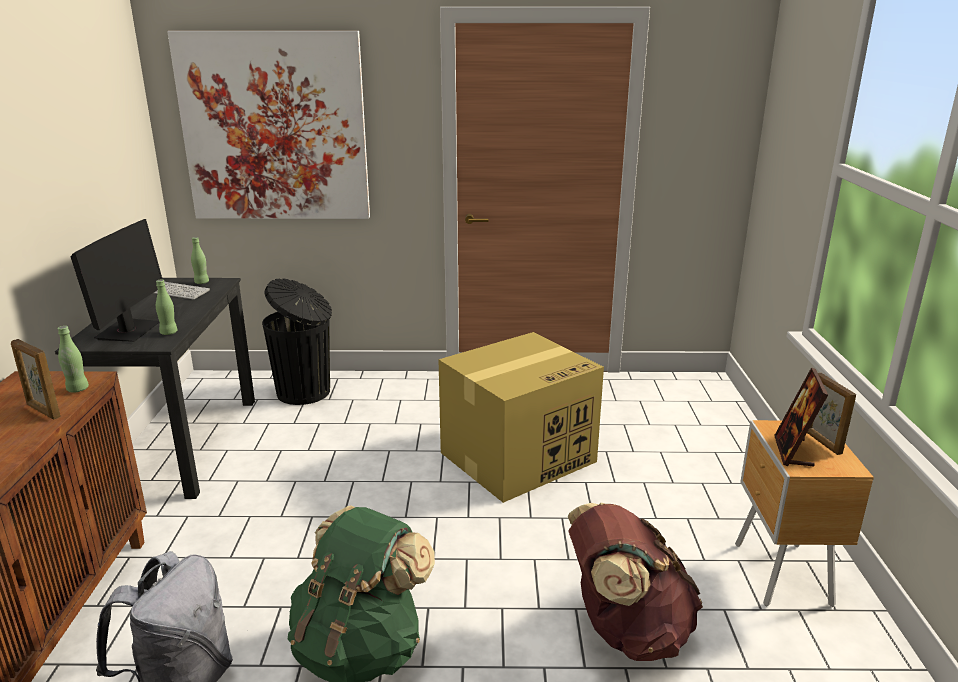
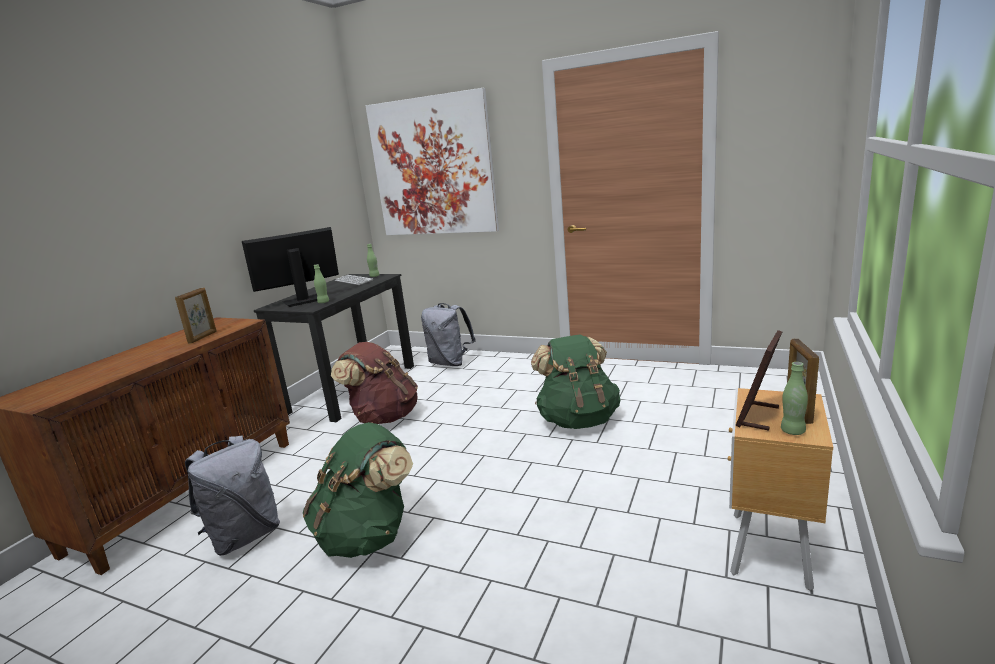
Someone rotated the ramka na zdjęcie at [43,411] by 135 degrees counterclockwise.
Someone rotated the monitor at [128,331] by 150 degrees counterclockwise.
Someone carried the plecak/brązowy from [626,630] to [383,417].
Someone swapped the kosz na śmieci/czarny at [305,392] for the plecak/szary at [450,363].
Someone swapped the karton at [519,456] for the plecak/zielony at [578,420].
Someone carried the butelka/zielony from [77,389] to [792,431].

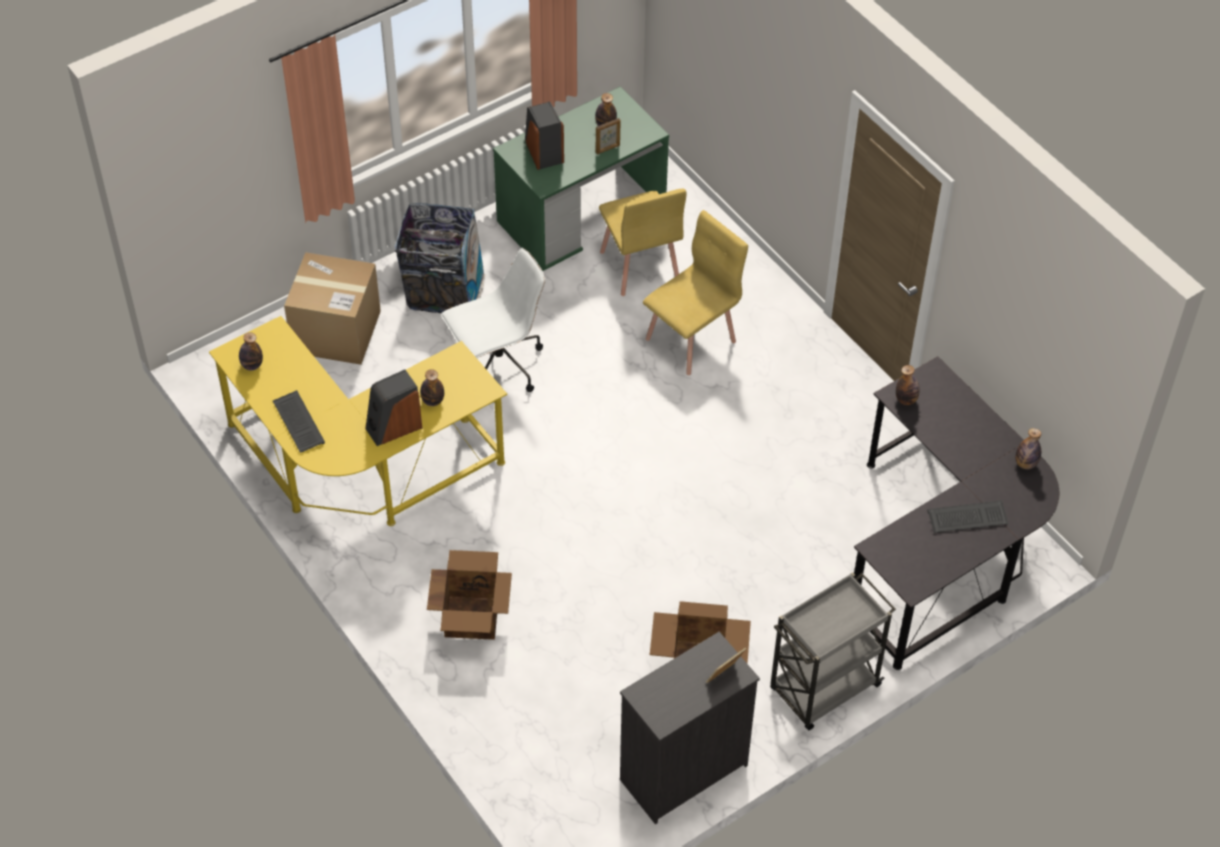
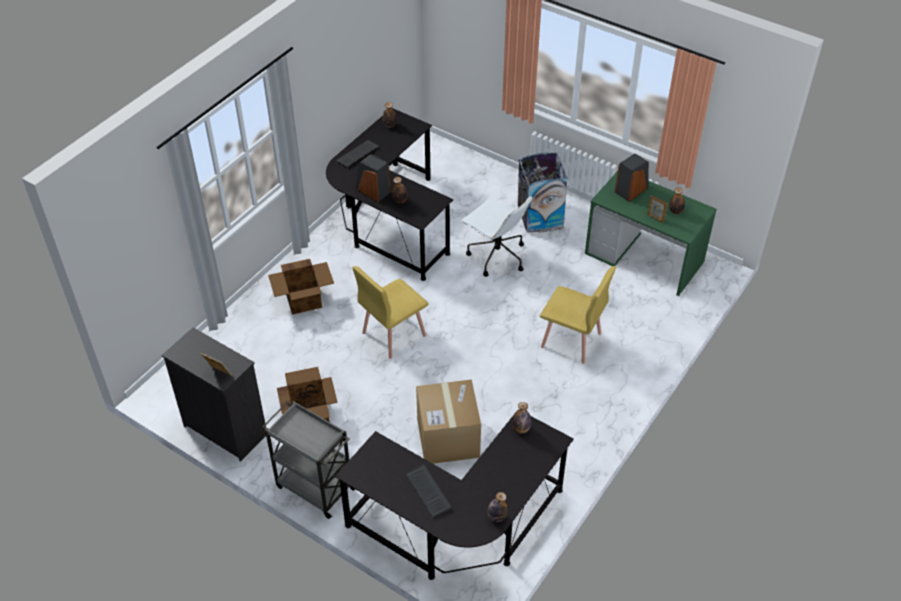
Someone repainted the biurko/żółty at [358,468], which became the biurko/czarny at [389,221].
Someone carried the krzesło/żółty from [639,266] to [393,334].
Someone carried the karton from [336,332] to [448,438].

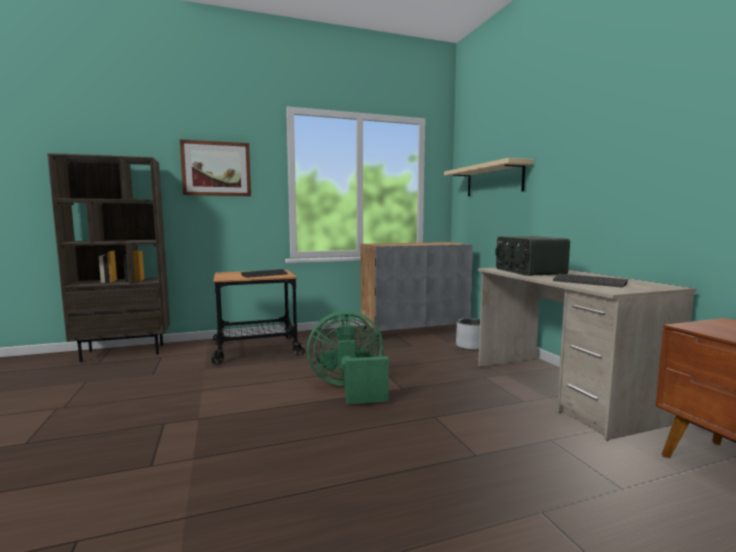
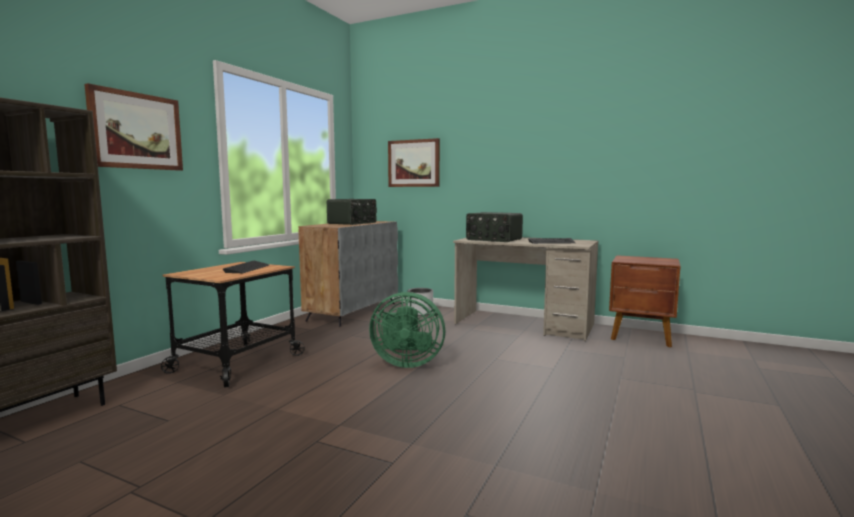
Someone put down the radio at [353,223].
Someone rotated the wentylator/zielony at [349,388] by 120 degrees counterclockwise.
Someone swapped the półka/beżowy at [494,180] for the obraz at [414,163].

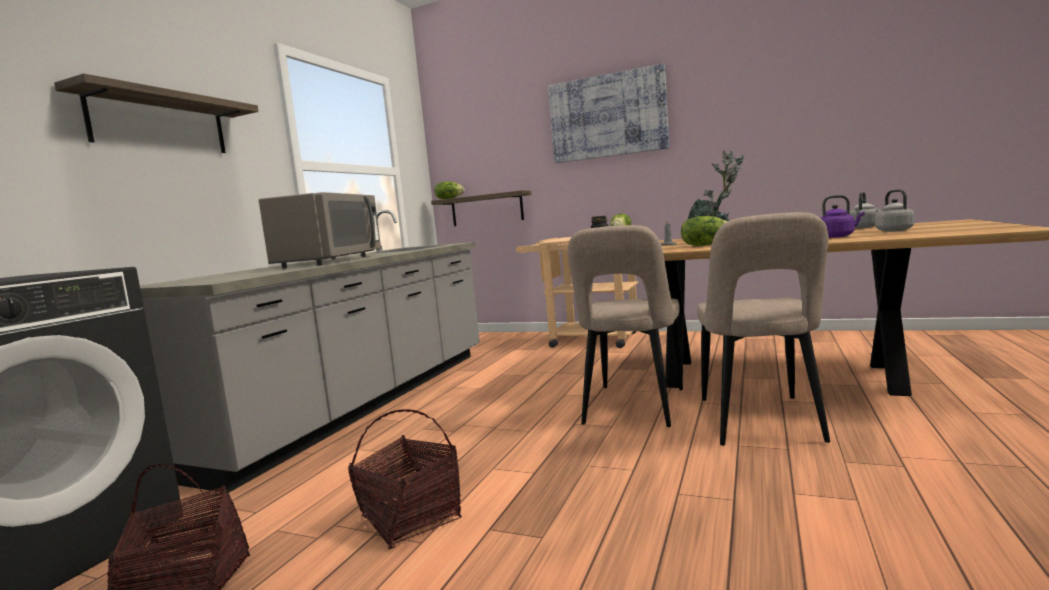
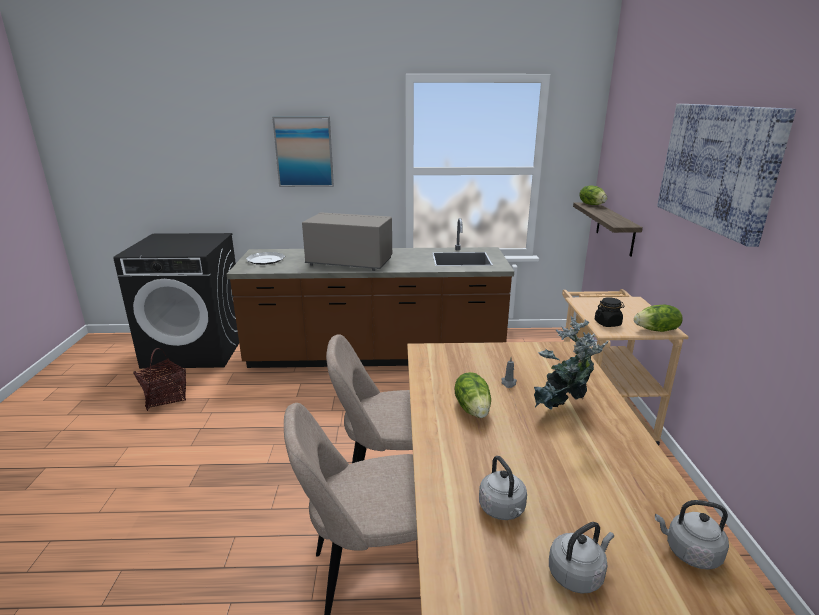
Someone repainted the zabudowa kuchenna/szary at [359,403], which became the zabudowa kuchenna/brązowy at [375,355].
Someone put down the talerz at [266,260].
Someone swapped the półka at [159,123] for the obraz at [304,152].
Someone rotated the mikrofalówka/szary at [330,261] by 150 degrees counterclockwise.
Someone repainted the czajnik/fioletowy at [837,236], which became the czajnik/szary at [503,510].
Someone took away the koszyk at [410,519].

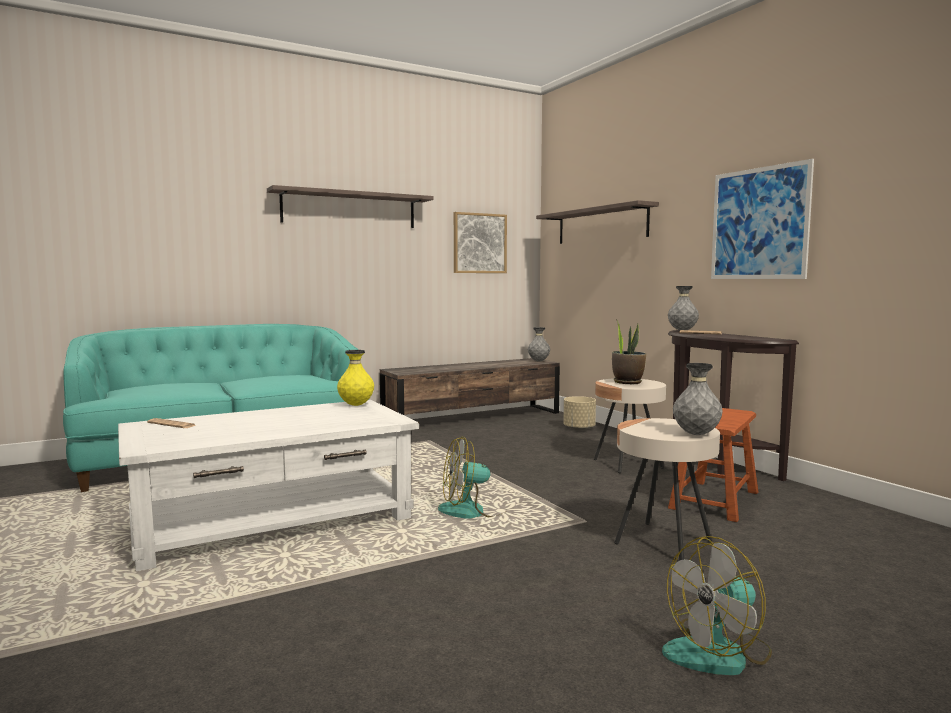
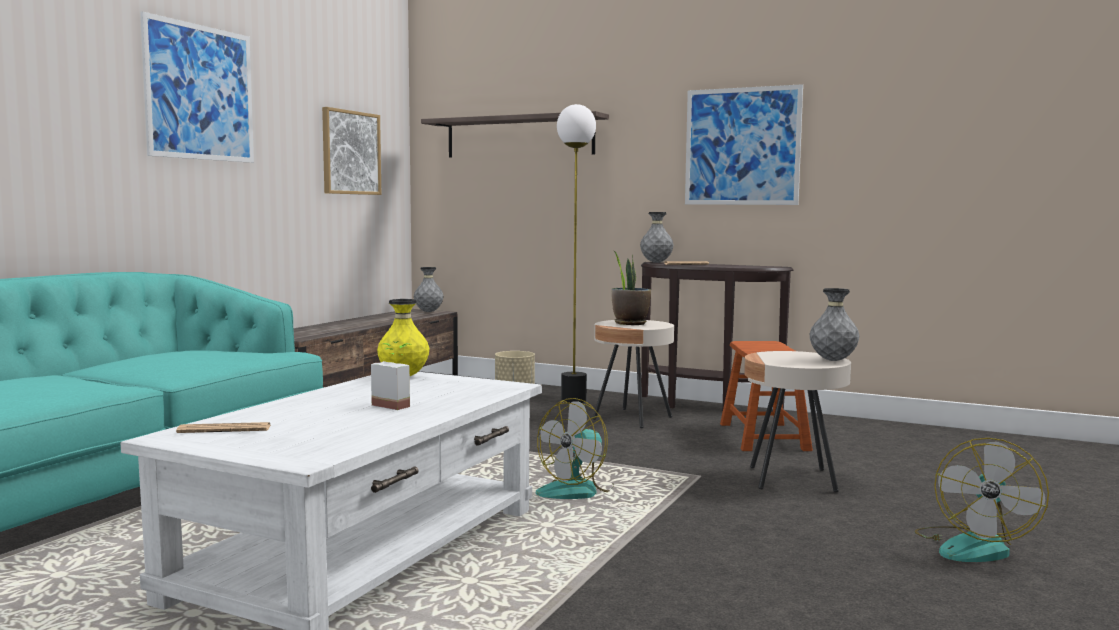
Someone swapped the półka at [349,209] for the obraz at [200,92].
Someone put down the roślina doniczkowa at [396,404].
Someone put down the lampa stojąca at [574,400].

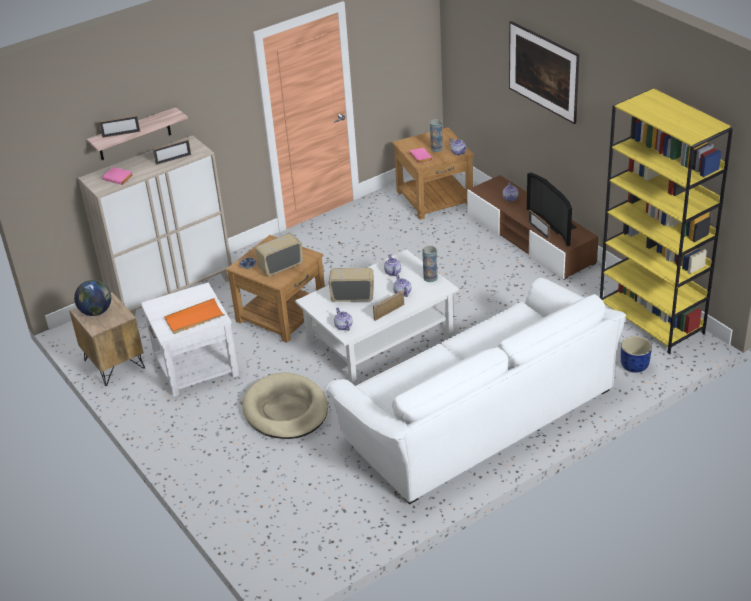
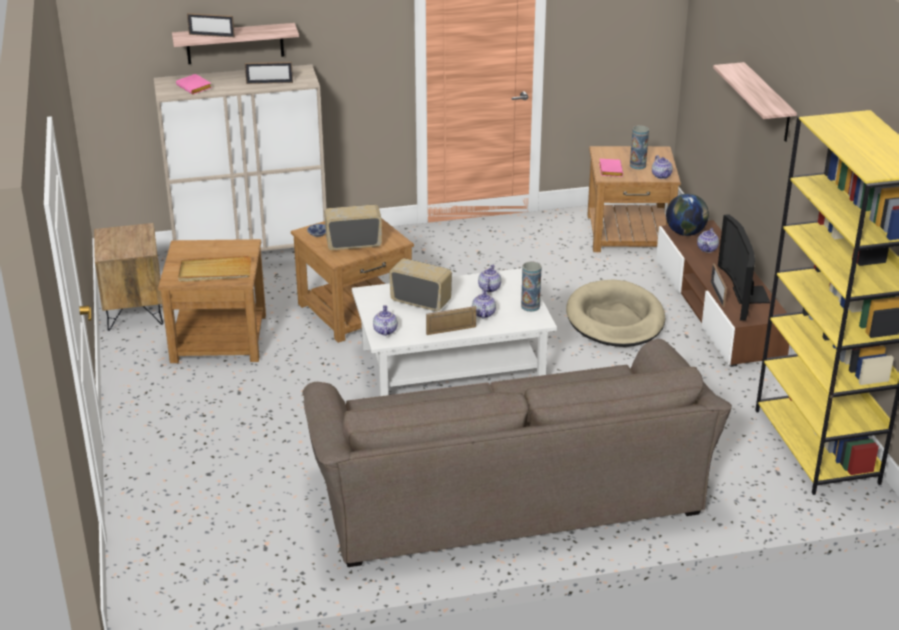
Someone repainted the stolik/biały at [195,366], which became the stolik/brązowy at [218,338].
Someone repainted the taca/pomarańczowy at [194,318], which became the taca/beżowy at [215,272].
Someone repainted the kanapa/biały at [477,414], which became the kanapa/brązowy at [507,489].
Someone carried the legowisko/beżowy from [286,410] to [615,319].
Someone carried the globus from [96,312] to [685,233].
Someone swapped the obraz at [543,88] for the półka at [767,103].
Someone took away the donica/niebieski at [634,366].

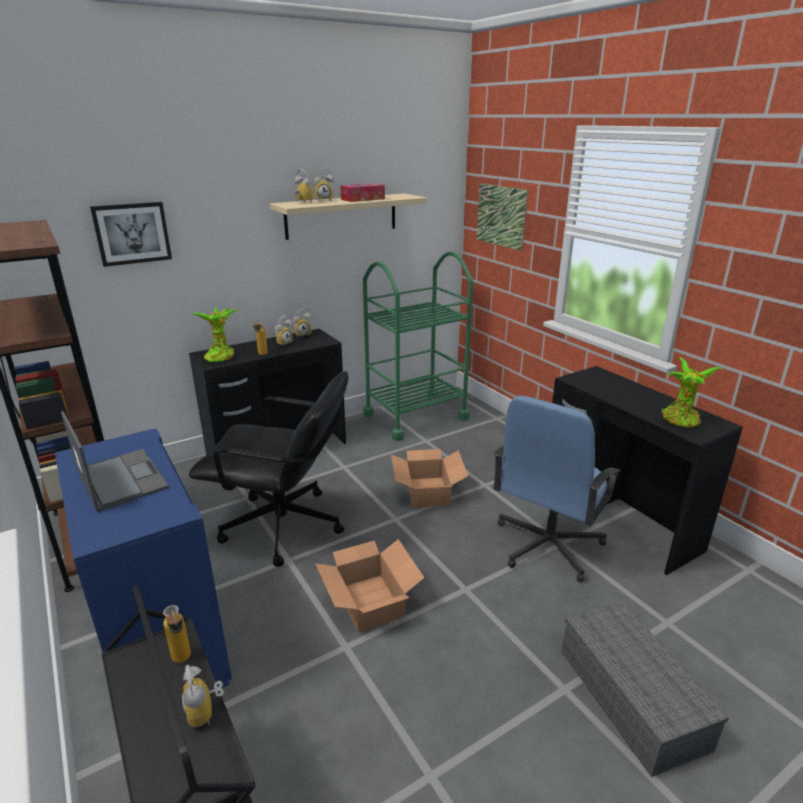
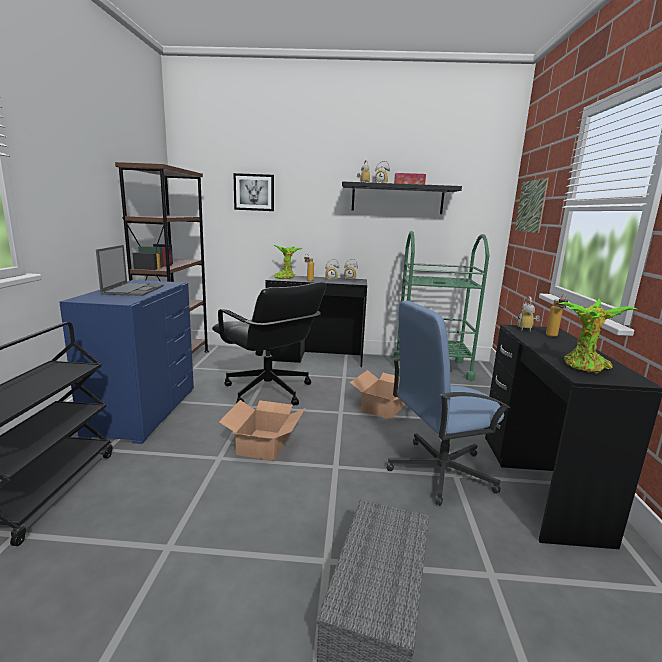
Someone repainted the półka/beżowy at [341,216], which became the półka/czarny at [397,199].
Someone carried the budzik from [206,713] to [527,329].
Someone carried the butelka from [183,662] to [553,336].

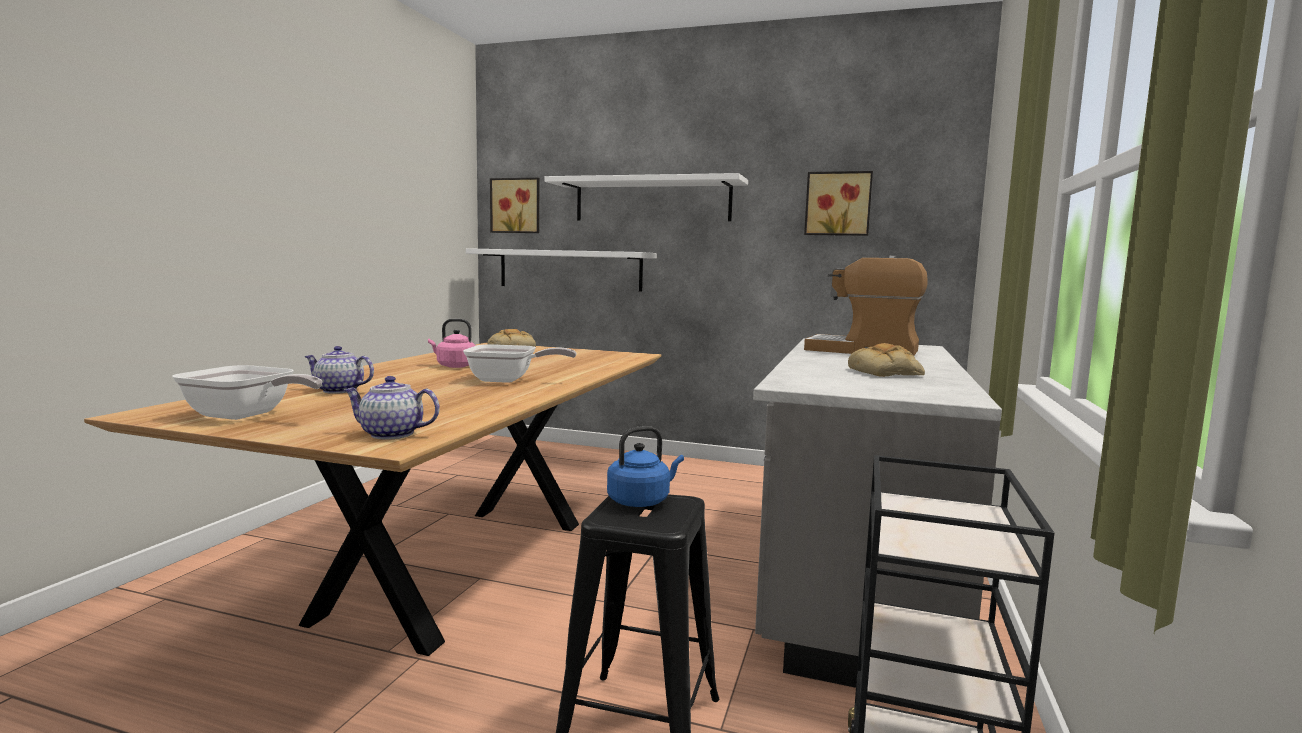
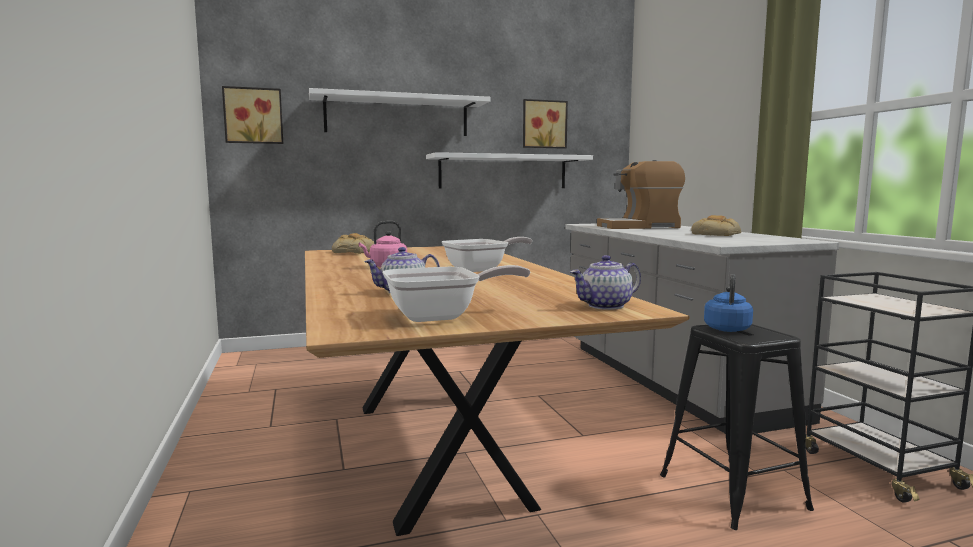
Someone carried the półka/biały from [569,270] to [503,172].

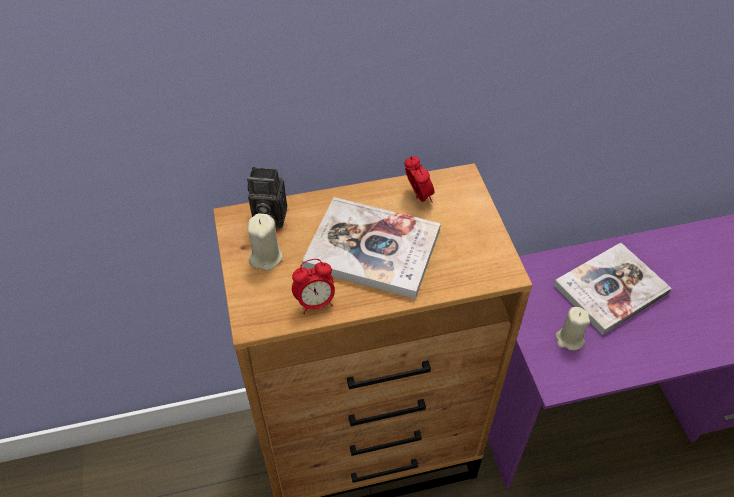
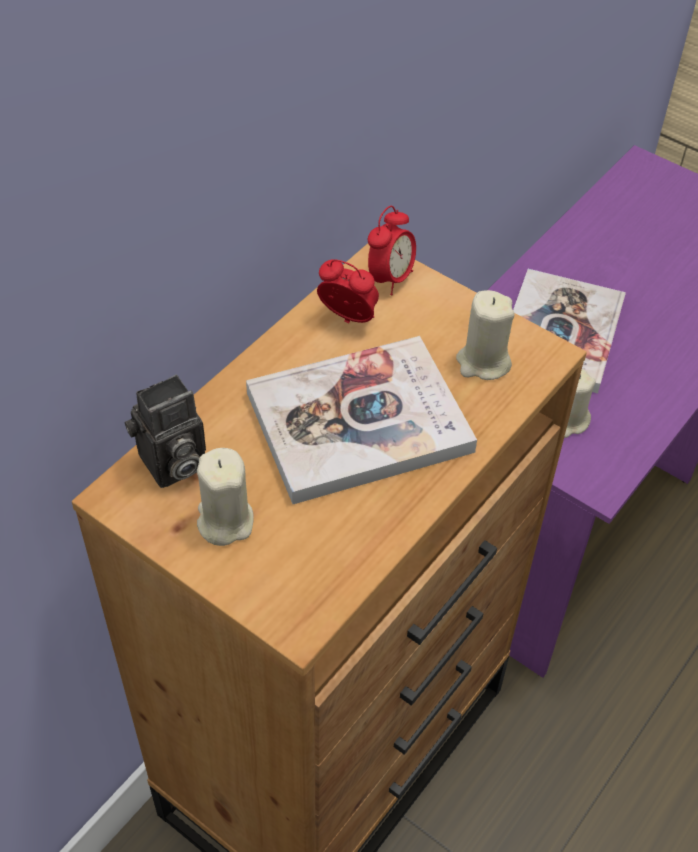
Someone carried the budzik from [315,302] to [390,279].
Someone put down the świeca/beżowy at [483,362].

